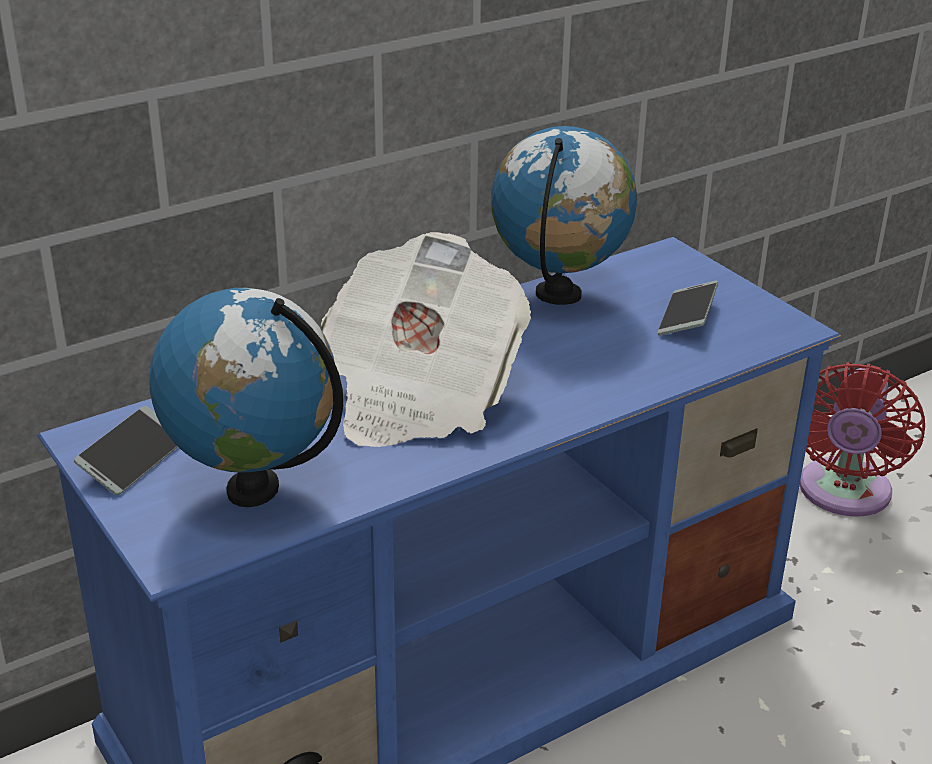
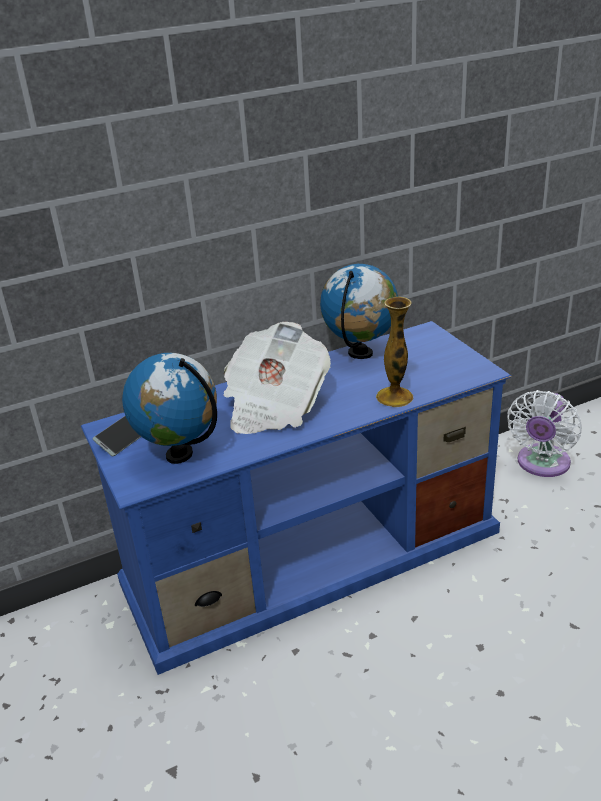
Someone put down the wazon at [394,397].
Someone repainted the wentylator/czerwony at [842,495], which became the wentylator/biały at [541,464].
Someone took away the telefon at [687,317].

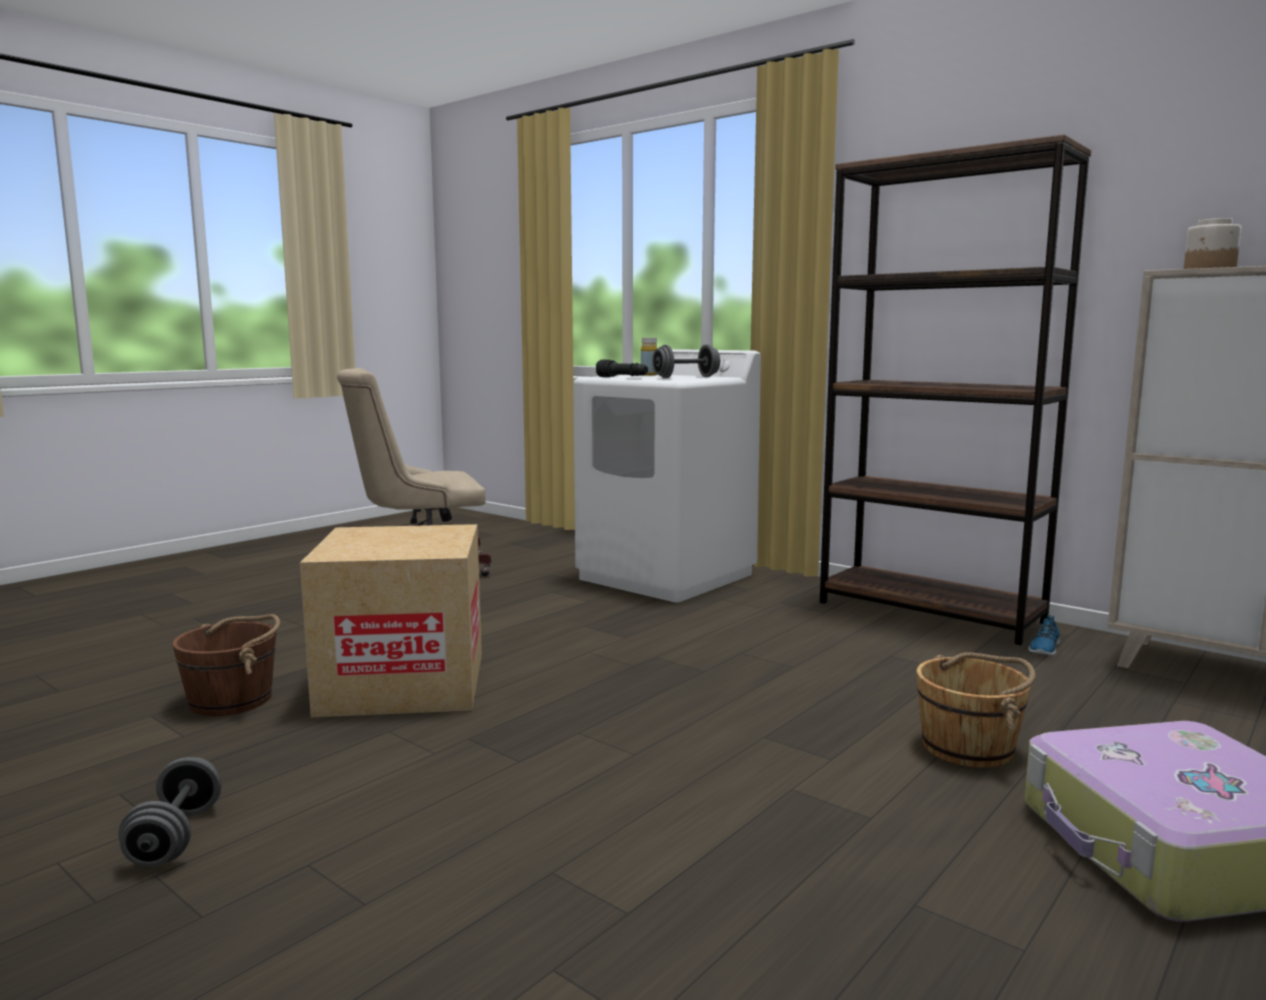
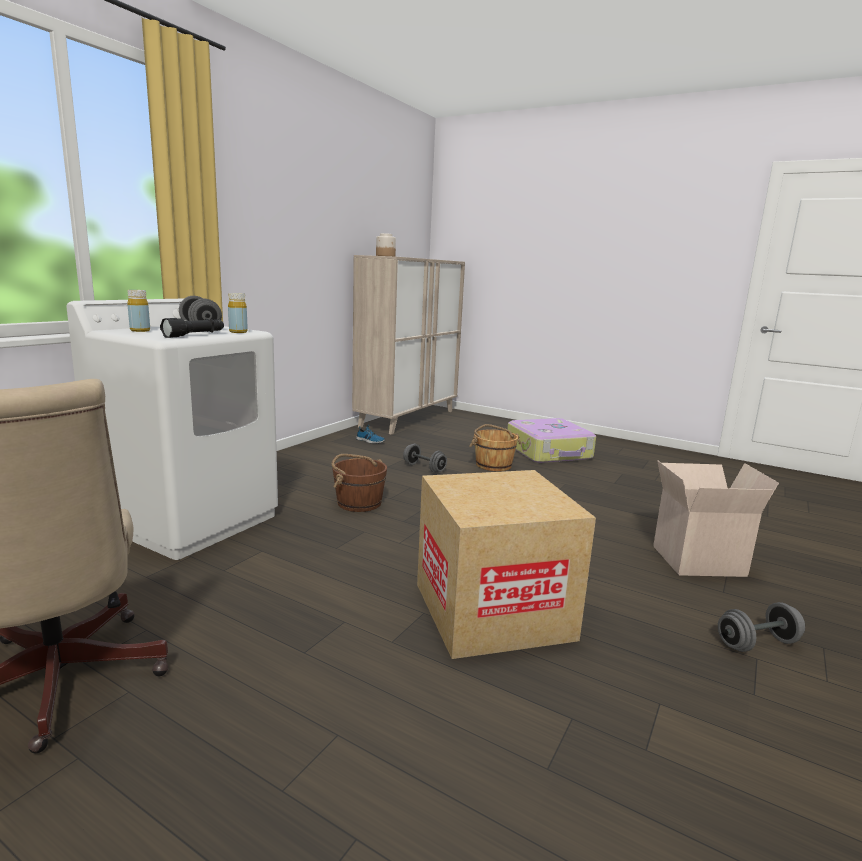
Someone put down the butelka/żółty at [238,332].
Someone carried the wiadro/brązowy from [233,700] to [358,502].
Someone put down the hantel/szary at [424,468].
Someone put down the karton at [698,559].
Someone took away the regał/brązowy at [930,612].

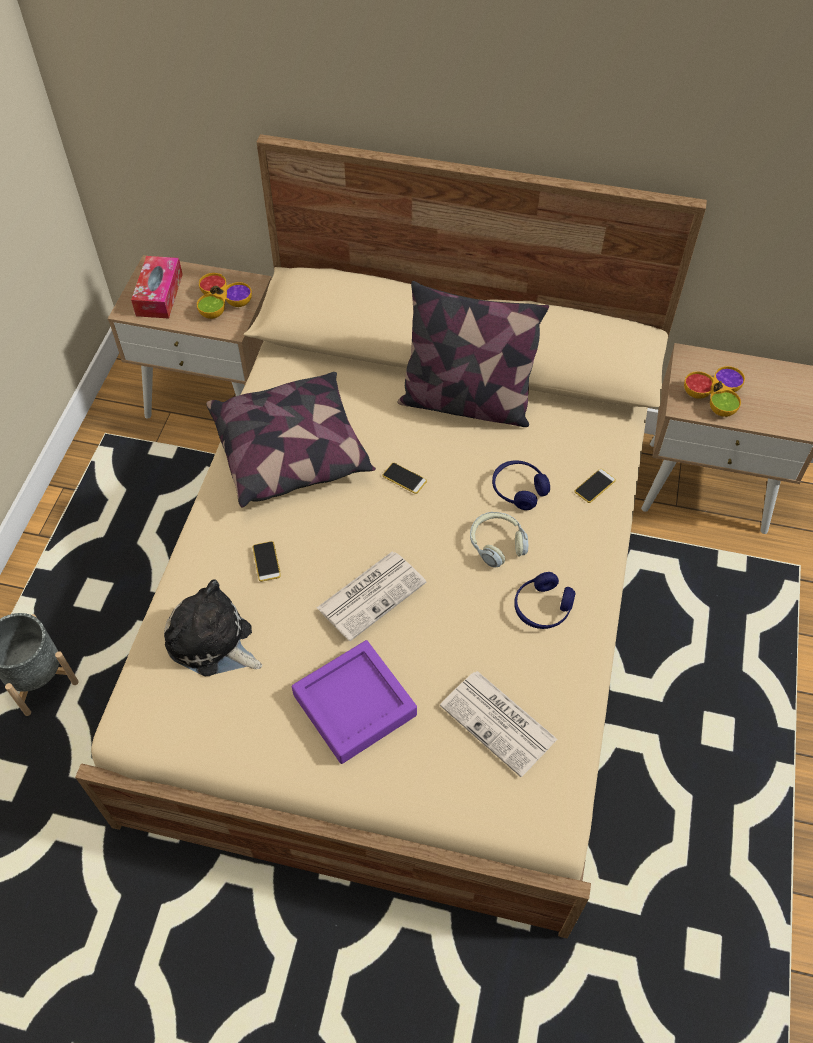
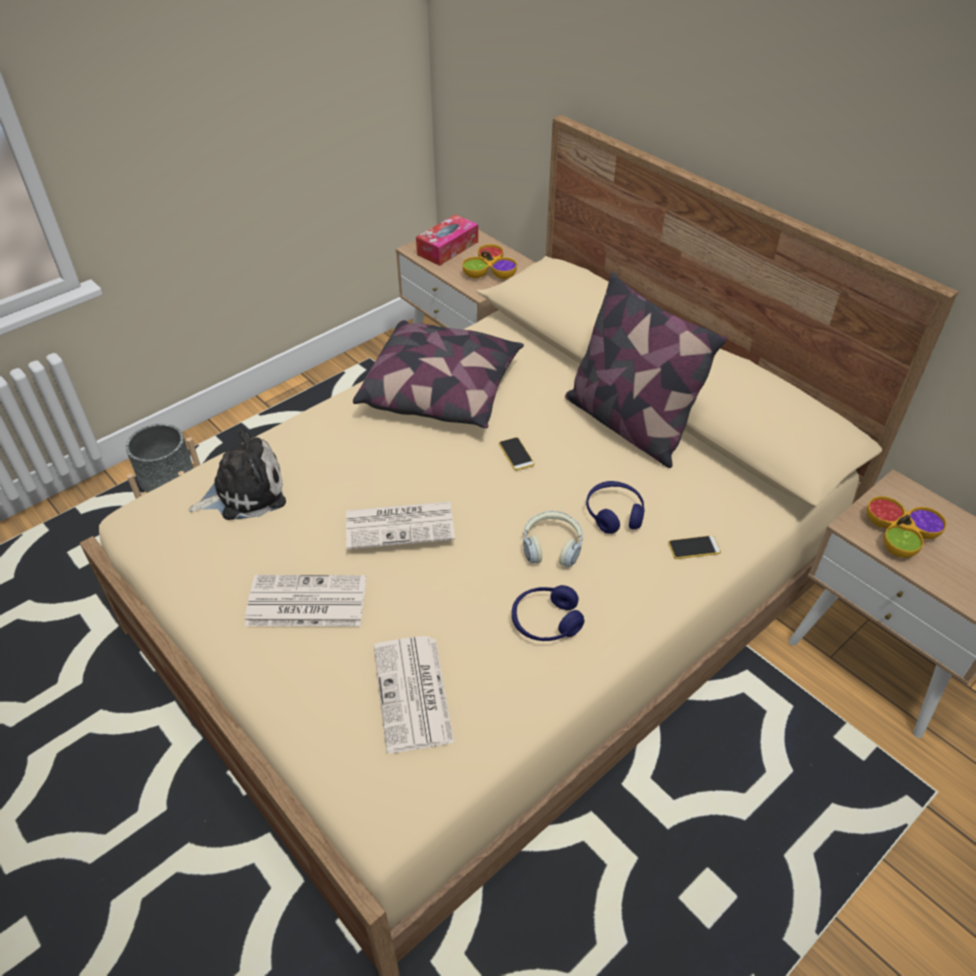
Someone rotated the pluszak at [213,642] by 90 degrees clockwise.
Someone swapped the taca/fioletowy at [354,705] for the gazeta at [305,602].
Someone took away the telefon at [266,561].

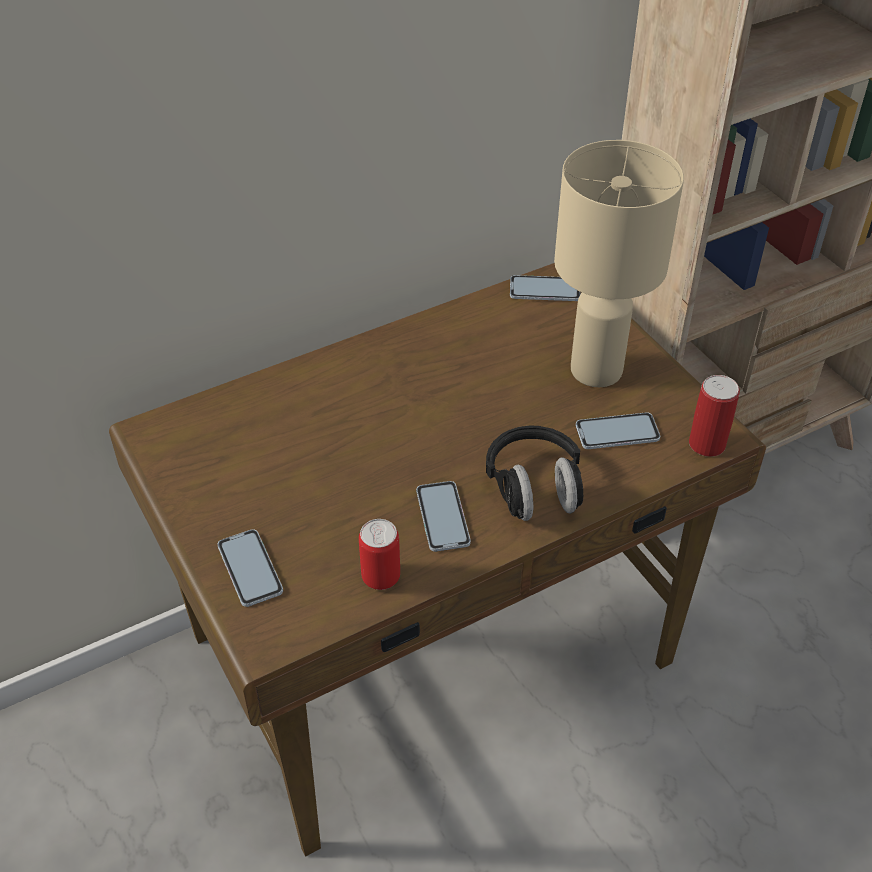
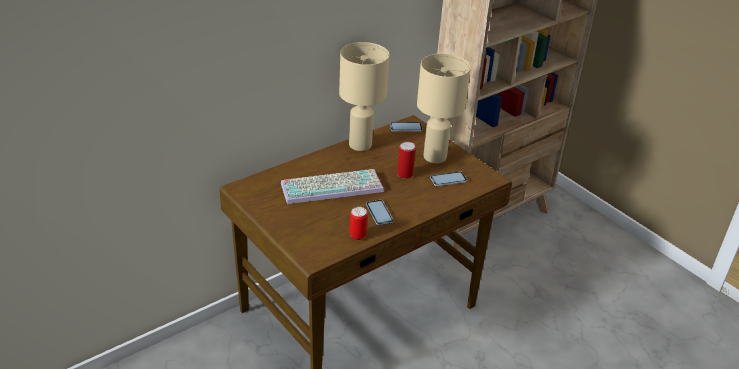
Someone put down the klawiatura at [332,186].
Someone put down the lampa stołowa/beżowy at [359,145].
Someone carried the puszka from [707,444] to [405,174].
Someone took away the telefon at [250,568].
Someone took away the słuchawki/czarny at [534,488].

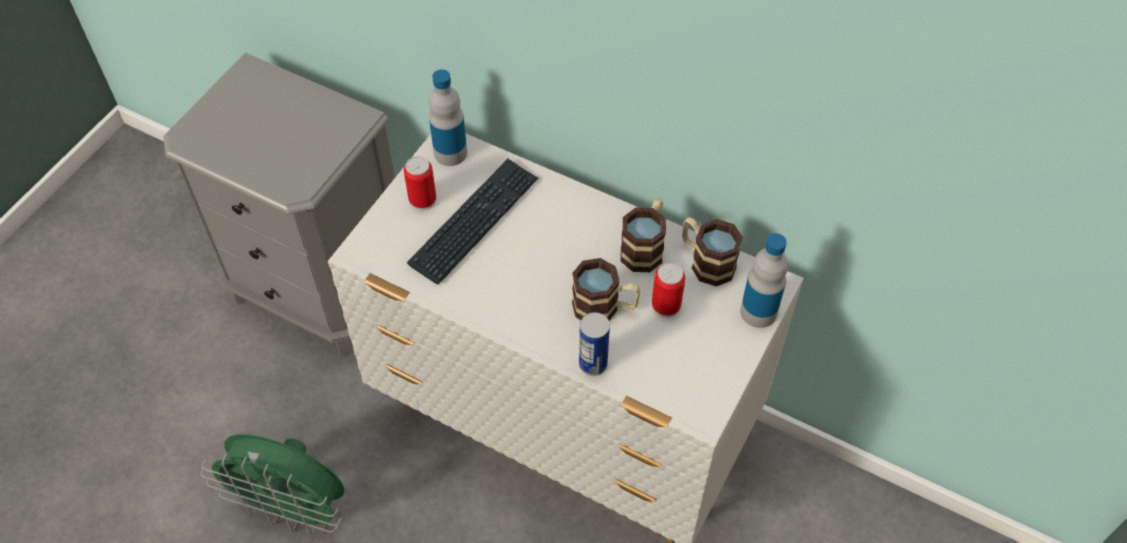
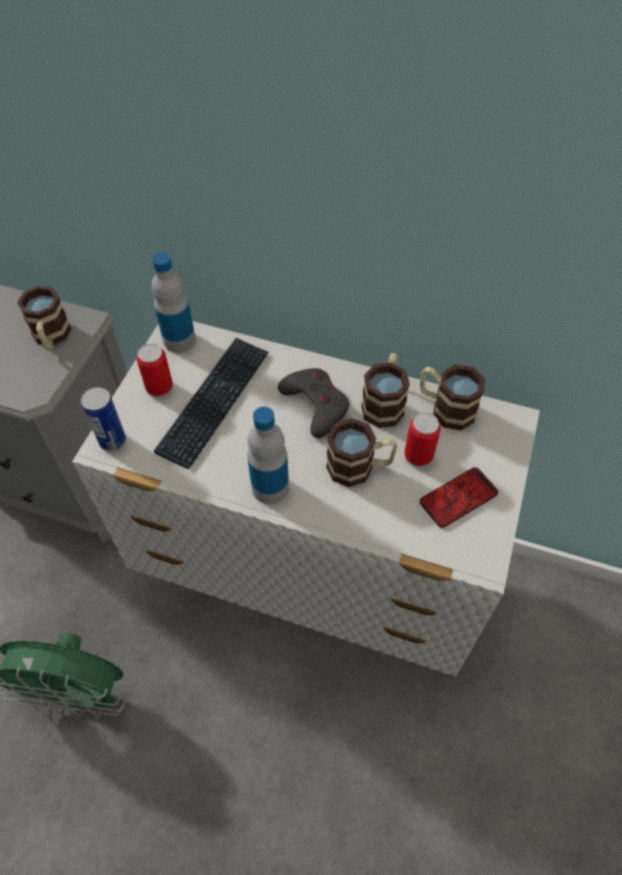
Someone put down the kubek at [51,338].
Someone carried the puszka from [593,364] to [112,441].
Someone carried the butelka from [758,312] to [270,487].
Someone put down the pad do gier/szary at [315,404].
Someone put down the telefon at [458,498].

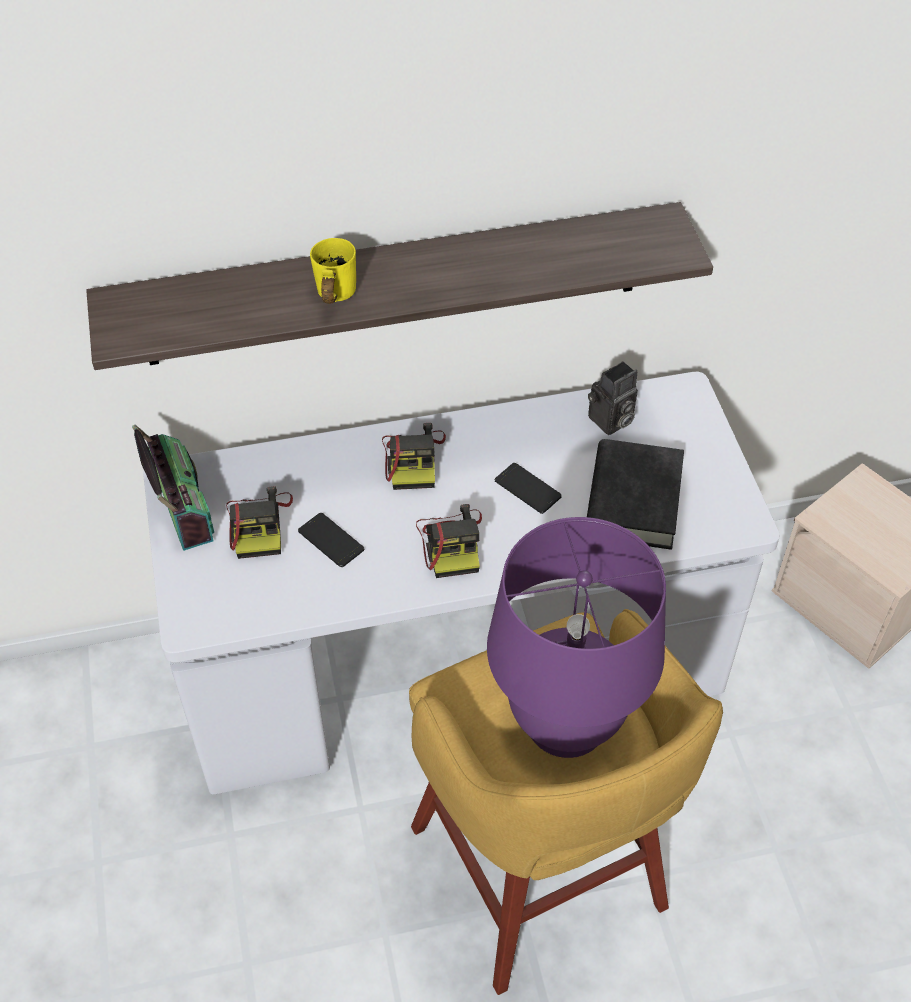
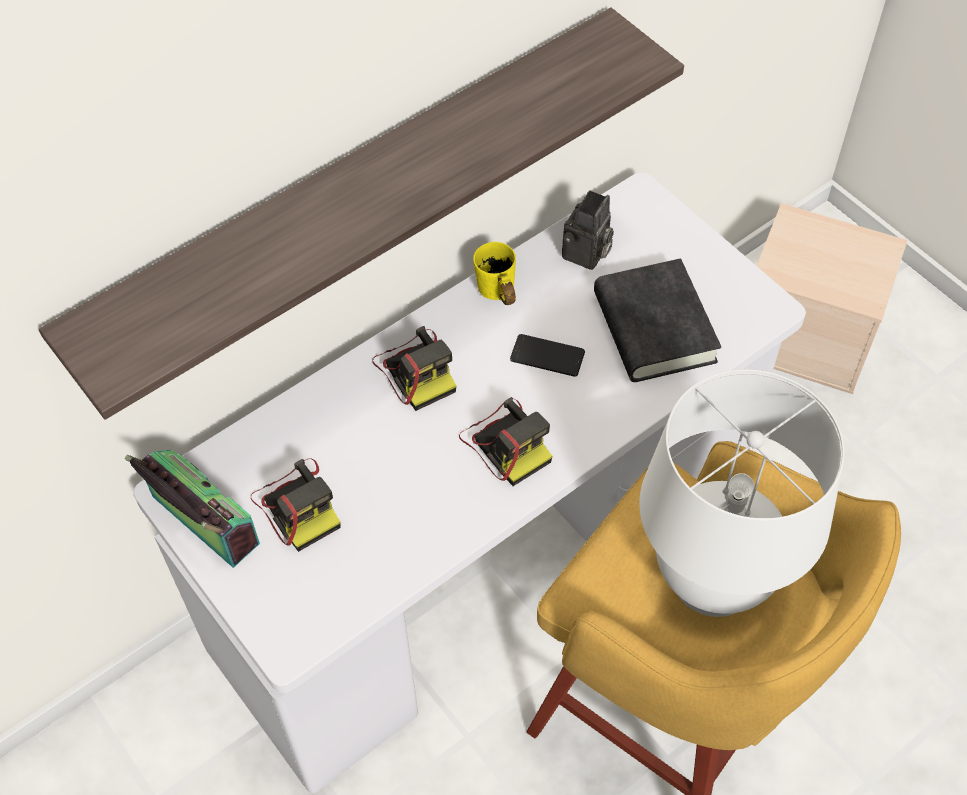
Someone carried the kubek/żółty from [330,297] to [494,296].
Someone repainted the lampa stołowa/fioletowy at [566,721], which became the lampa stołowa/biały at [713,577].
Someone took away the telefon at [331,540].

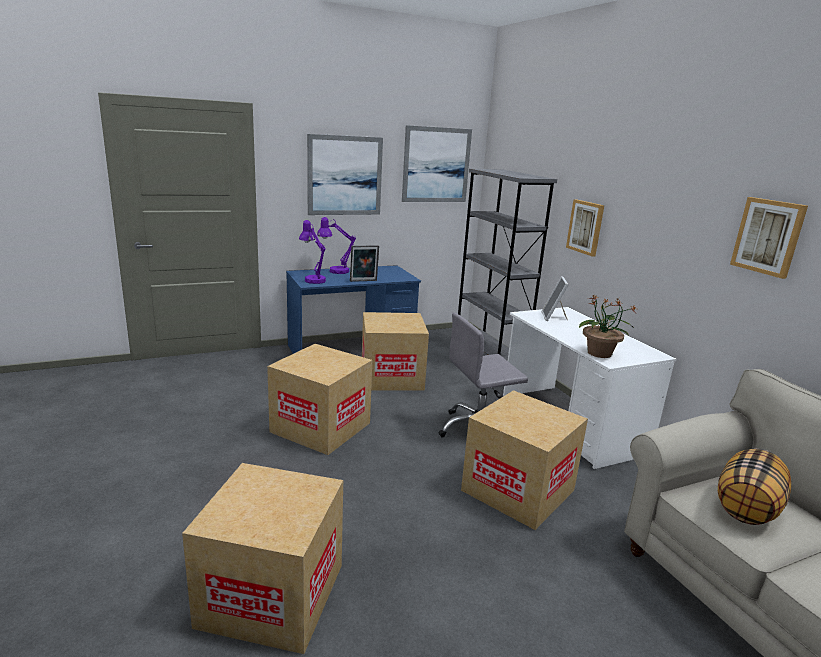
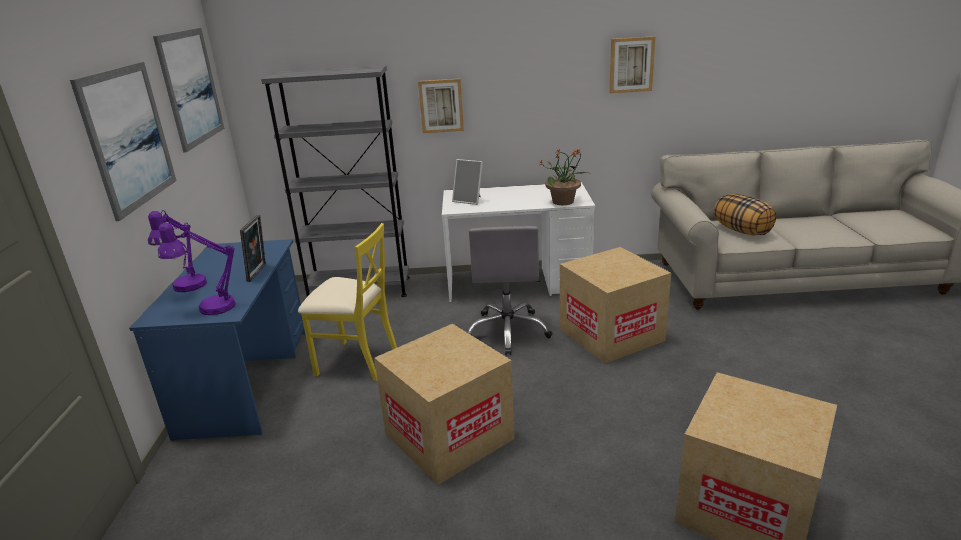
Someone swapped the karton at [391,377] for the krzesło/żółty at [356,361].

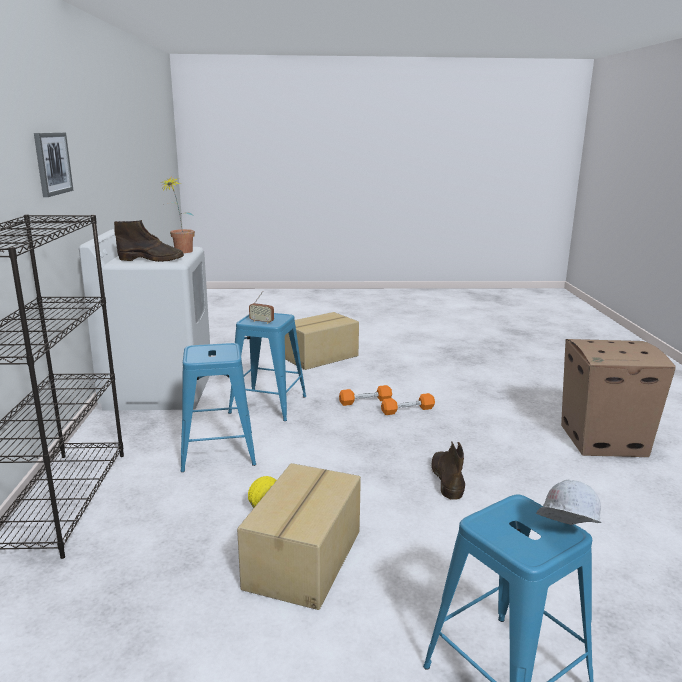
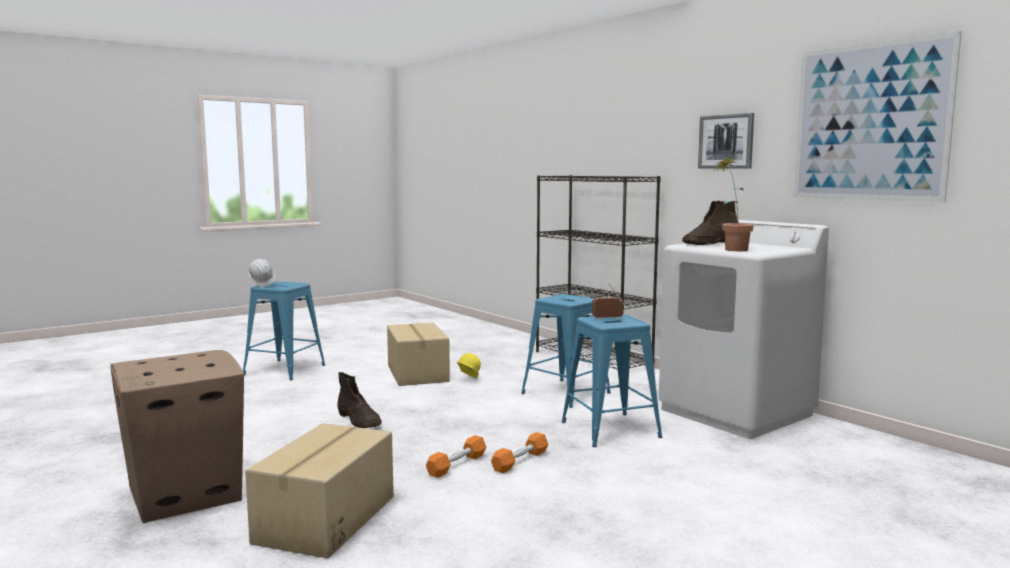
Someone carried the karton from [321,357] to [324,519].
Someone put up the obraz at [869,122].

